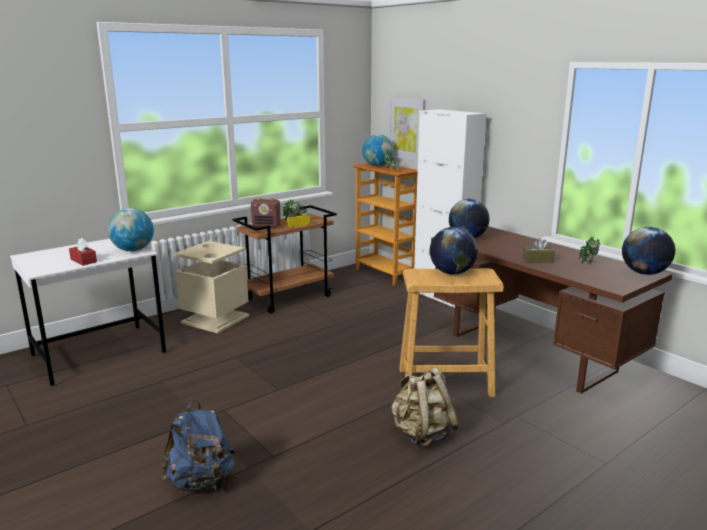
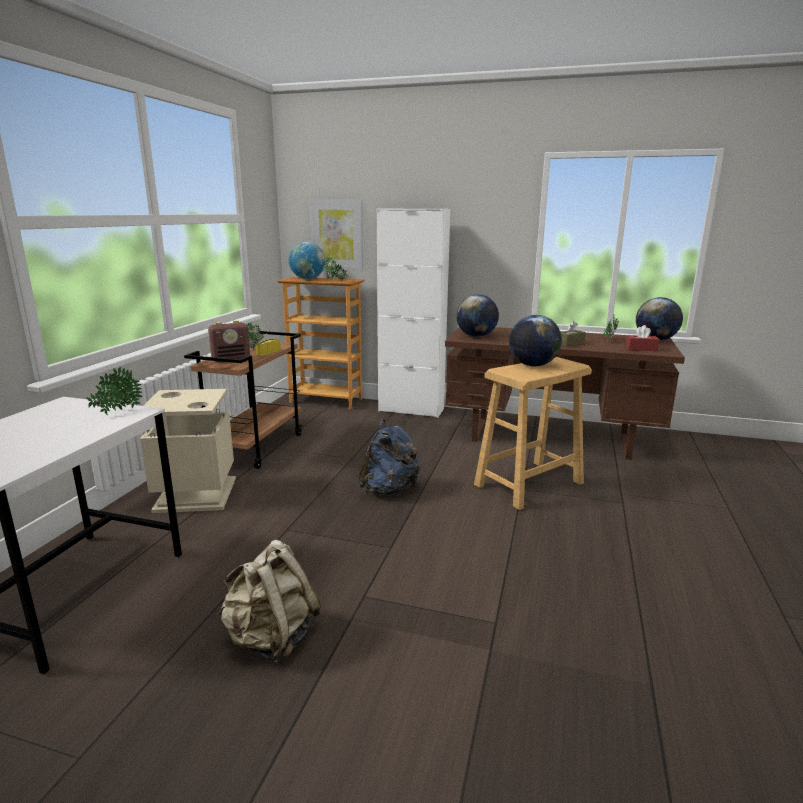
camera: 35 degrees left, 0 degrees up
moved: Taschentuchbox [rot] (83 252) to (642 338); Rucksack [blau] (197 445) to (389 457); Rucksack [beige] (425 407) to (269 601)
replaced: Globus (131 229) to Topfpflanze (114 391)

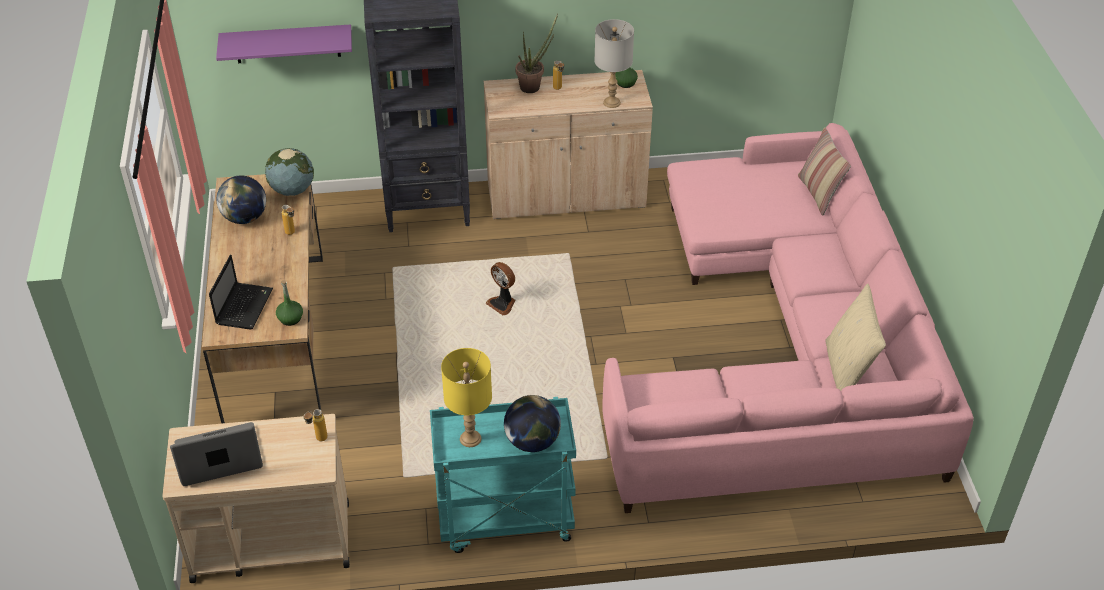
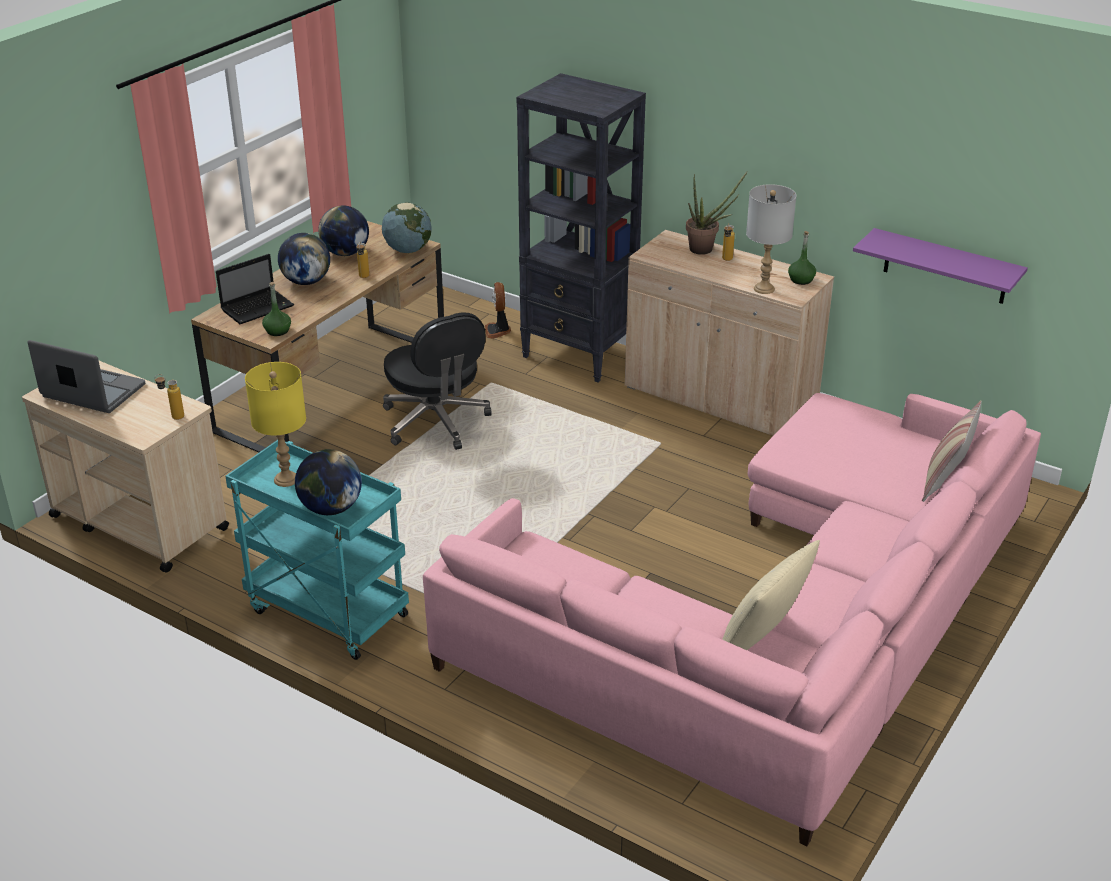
camera: 40 degrees right, 10 degrees down
added: Globus (304 259); Bürostuhl [schwarz] (437 381)
moved: Wandregal [lila] (284 43) to (940 266); Ventilator (500 288) to (498 310)

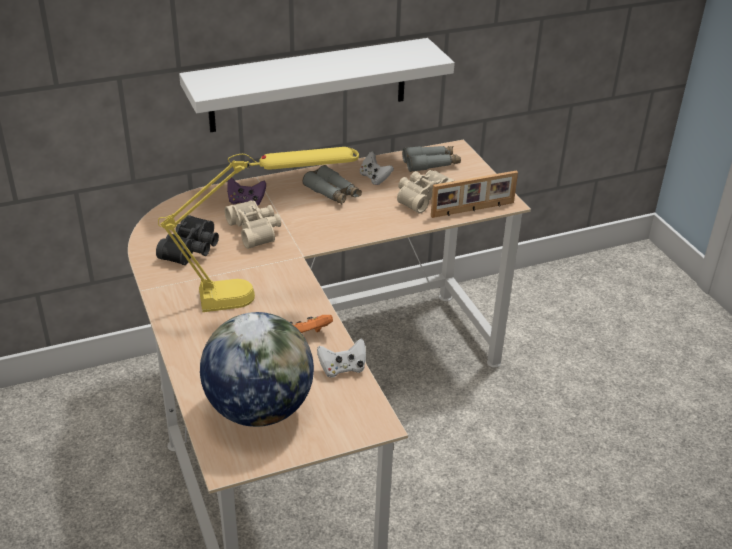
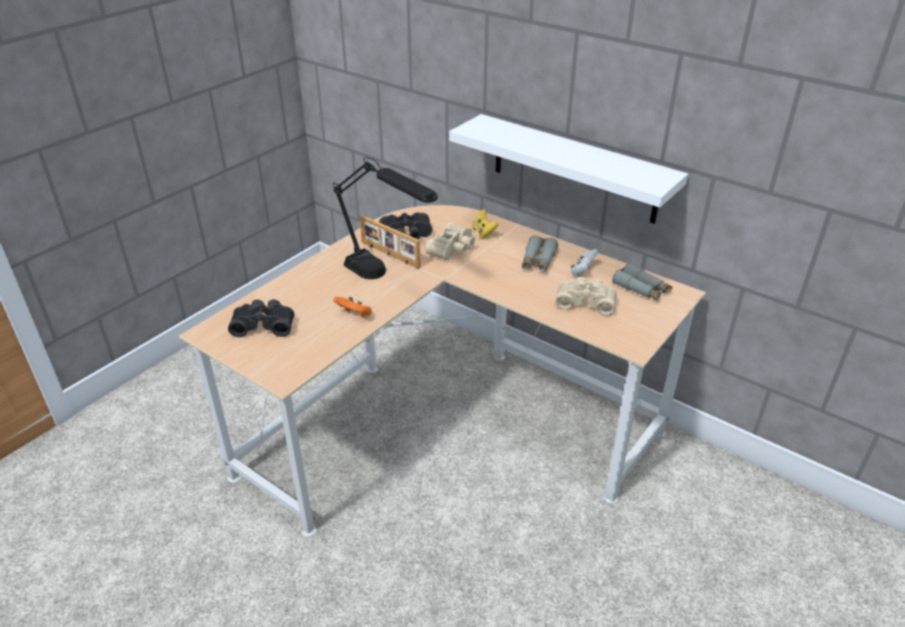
camera: 60 degrees right, 0 degrees up
removed: Gamepad [weiß] (341 358)
moved: Bilderrahmen (474 194) to (390 242)
replaced: Globus (257 369) to Fernglas [schwarz] (261 318)
recoloured: Tischlampe [gelb] (258 229) to Tischlampe [schwarz] (385 218); Gamepad [lila] (246 192) to Gamepad [gelb] (484 223)

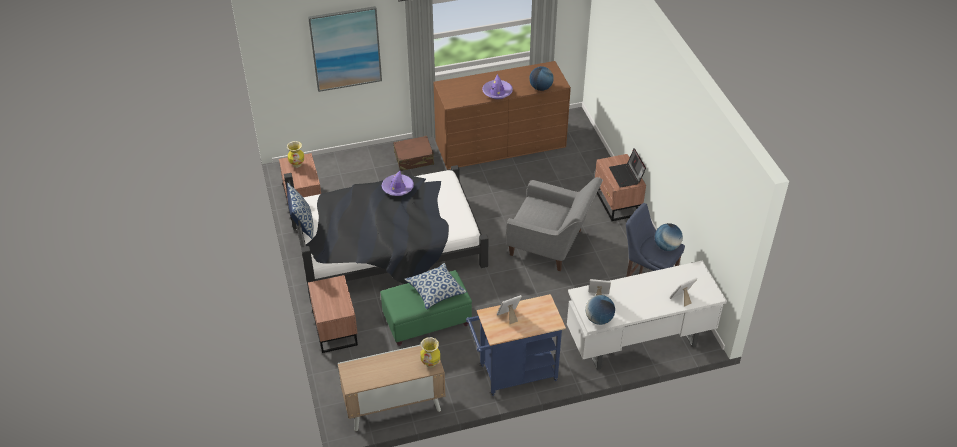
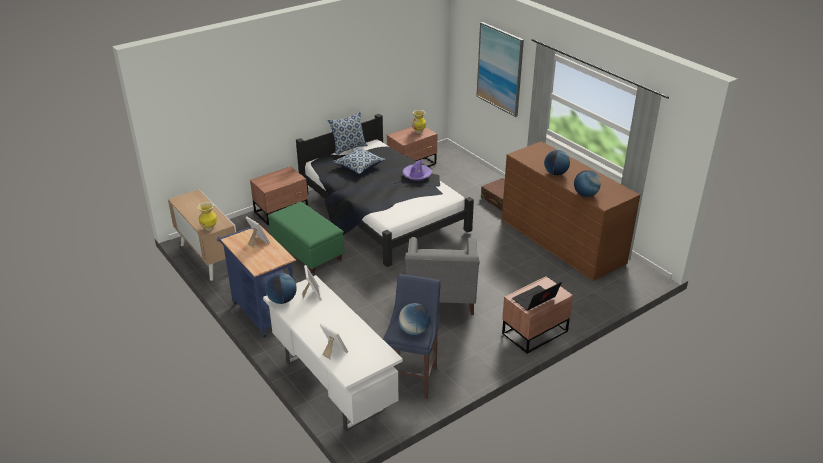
camera: 70 degrees right, 10 degrees down
moved: Kissen (435 286) to (359 161)
replaced: Hut [lila] (497 86) to Globus (557 162)

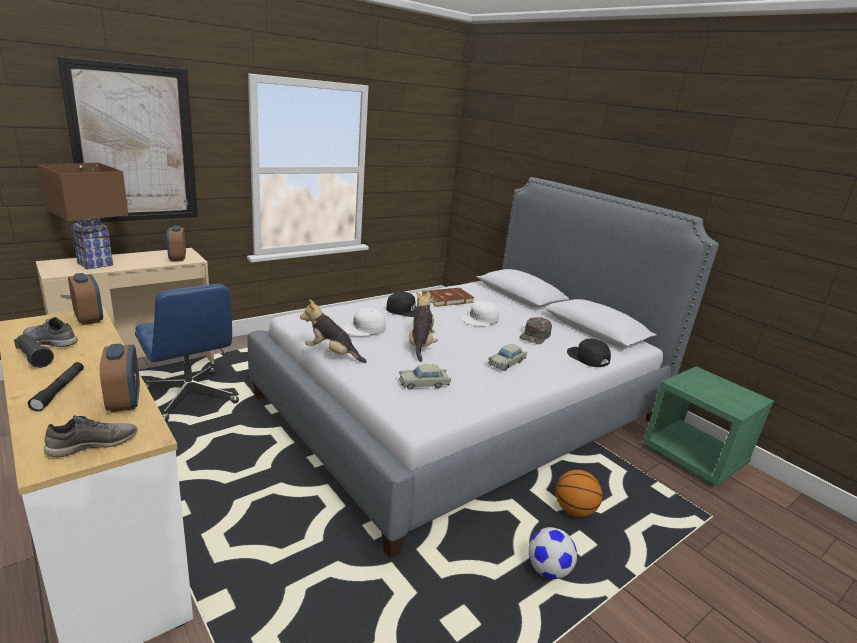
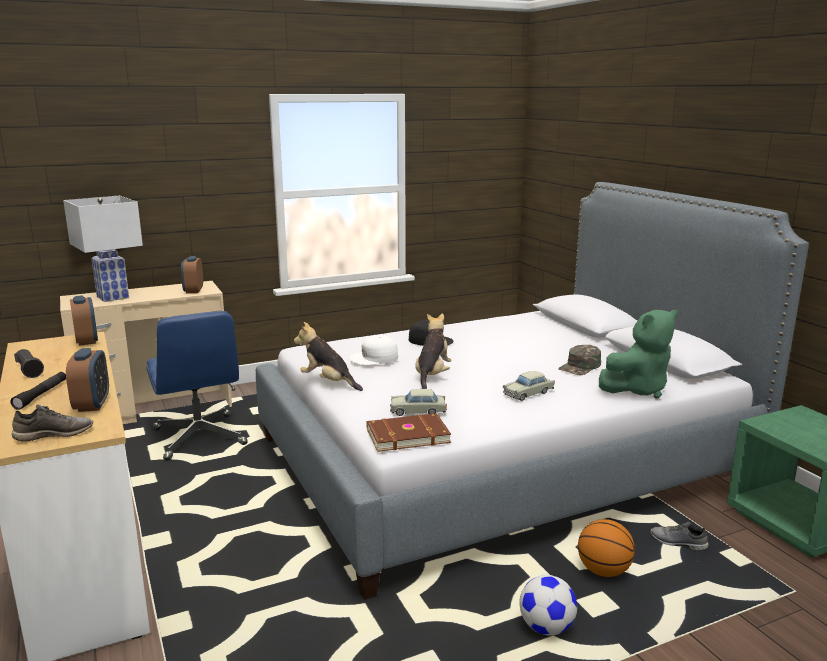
camera: 15 degrees right, 5 degrees down
removed: Bild (127 139); Kappe [weiß] (480 313)
moved: Schuh [grau] (50 332) to (679 536); Buch [braun] (448 297) to (408 432)
replaced: Kappe [schwarz] (589 353) to Plüschtier [grün] (638 354)
recoloured: Tischlampe [braun] (83 216) to Tischlampe [weiß] (103 249)

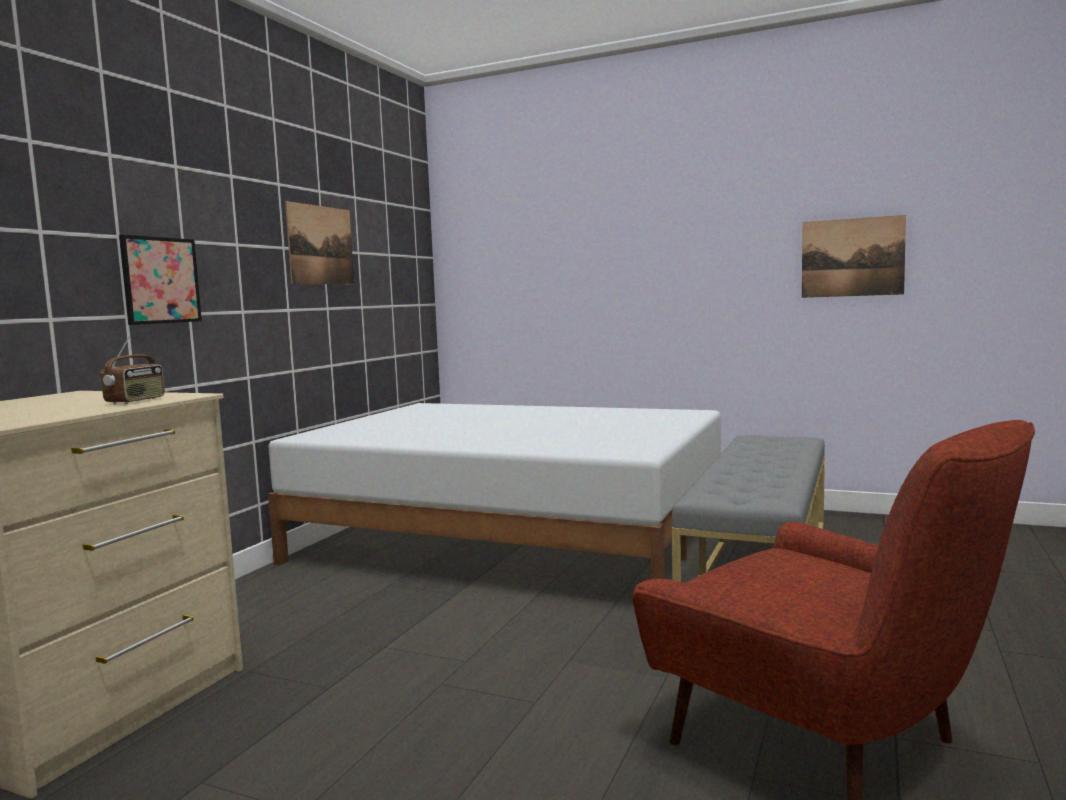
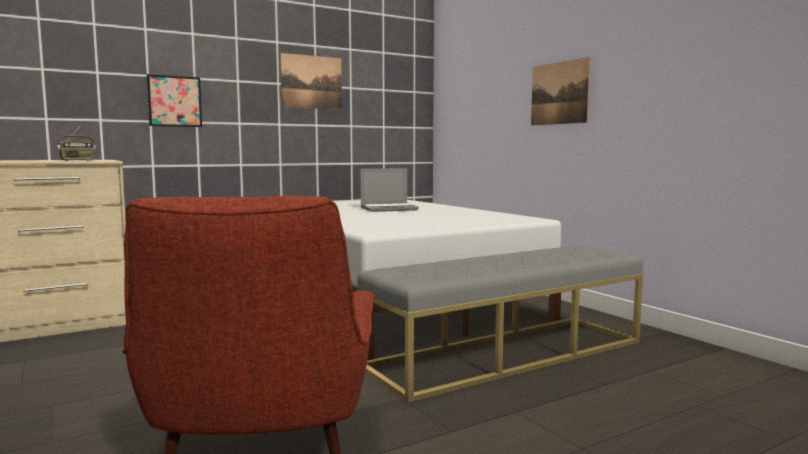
camera: 35 degrees right, 0 degrees up
added: Laptop (389 190)
moved: Bild (854 256) to (560 91)

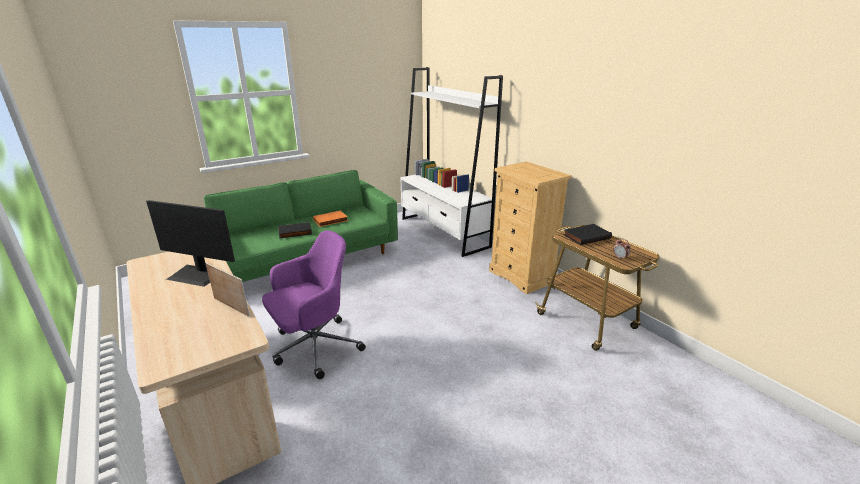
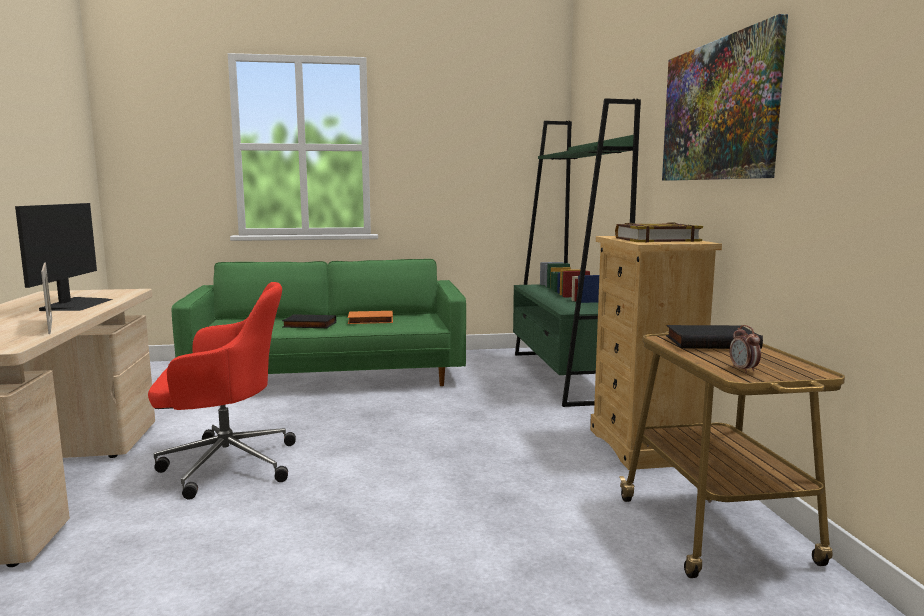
camera: 25 degrees right, 15 degrees down
added: Buch (659 232); Bild (725 97)
recoloured: Bürostuhl [lila] (314 304) to Bürostuhl [rot] (222 391); Bücherregal [weiß] (451 162) to Bücherregal [grün] (577 252)
turned: Monitor (190 243) = (64 257) 135 degrees counterclockwise

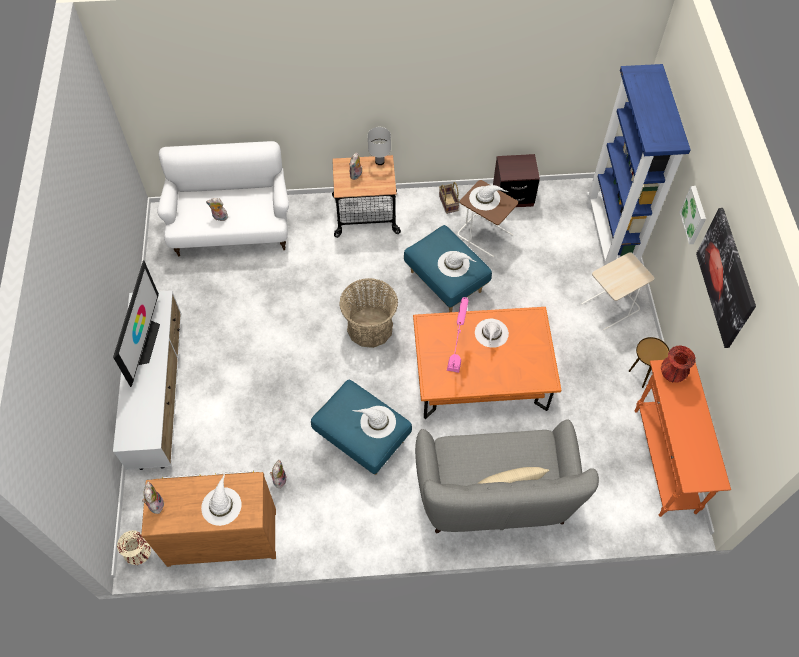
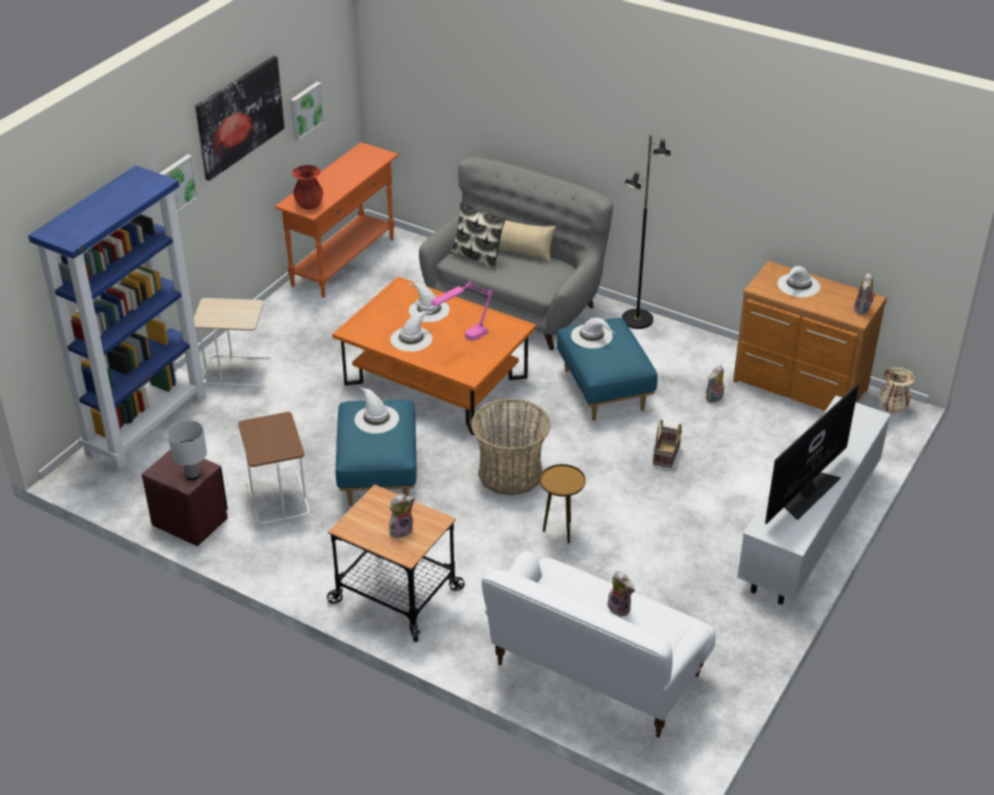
camera: 145 degrees left, 20 degrees down
added: Bild (307 111); Kissen (478 236); Stehlampe [schwarz] (646 232)
moved: Tischlampe [weiß] (379 146) to (187 450); Korb (449 198) to (667 443); Hut [weiß] (488 197) to (429 302); Beistelltisch [braun] (649 362) to (562 503)

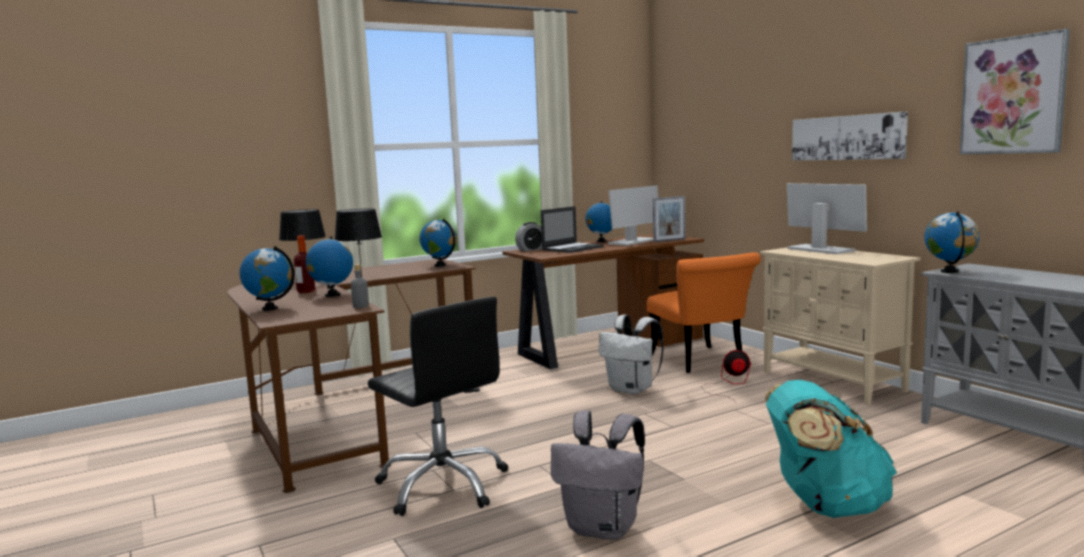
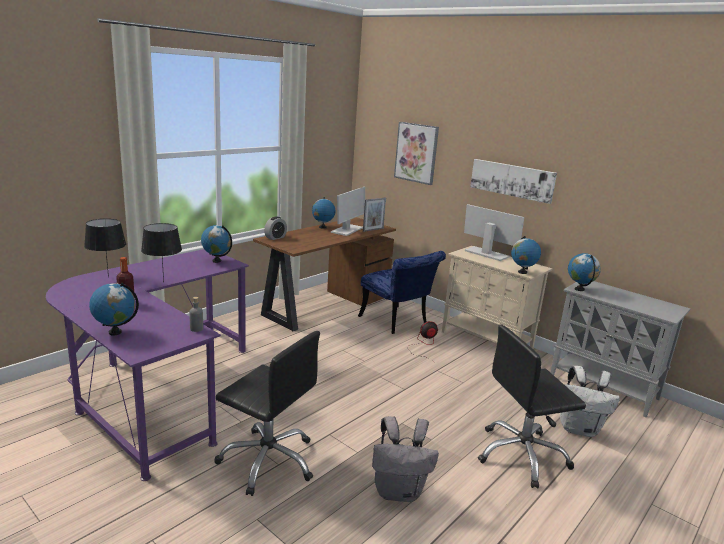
camera: 20 degrees left, 10 degrees up
removed: Laptop (572 229)
moved: Globus (329 266) to (526 255); Rucksack [weiß] (631 354) to (590 401); Bild (1015 92) to (416 153)
replaced: Rucksack [türkis] (831 449) to Bürostuhl [schwarz] (532 406)
recoloured: Schreibtisch [braun] (351 376) to Schreibtisch [lila] (147 365); Stuhl [orange] (704 312) to Stuhl [blau] (402 292)

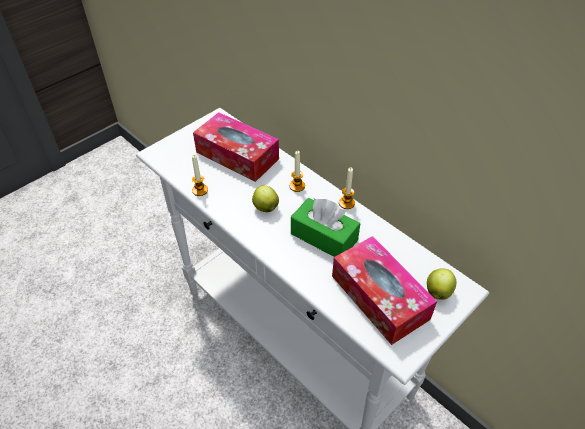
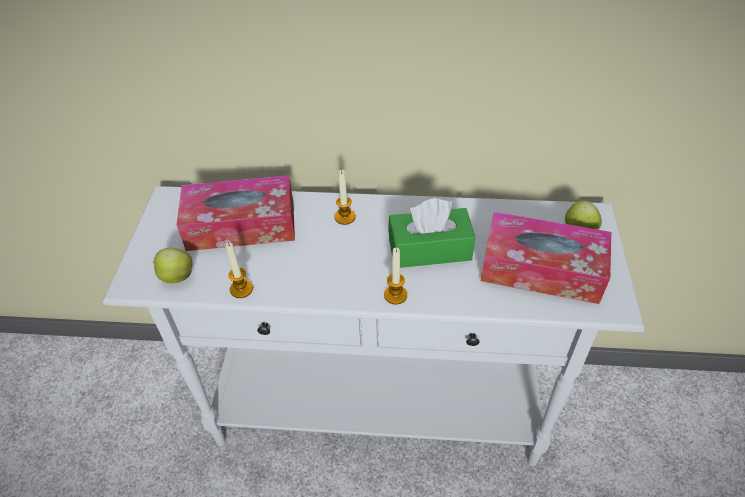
camera: 40 degrees left, 0 degrees up
moved: Apfel (265 198) to (173 265); Kerze (347 188) to (395 276)

